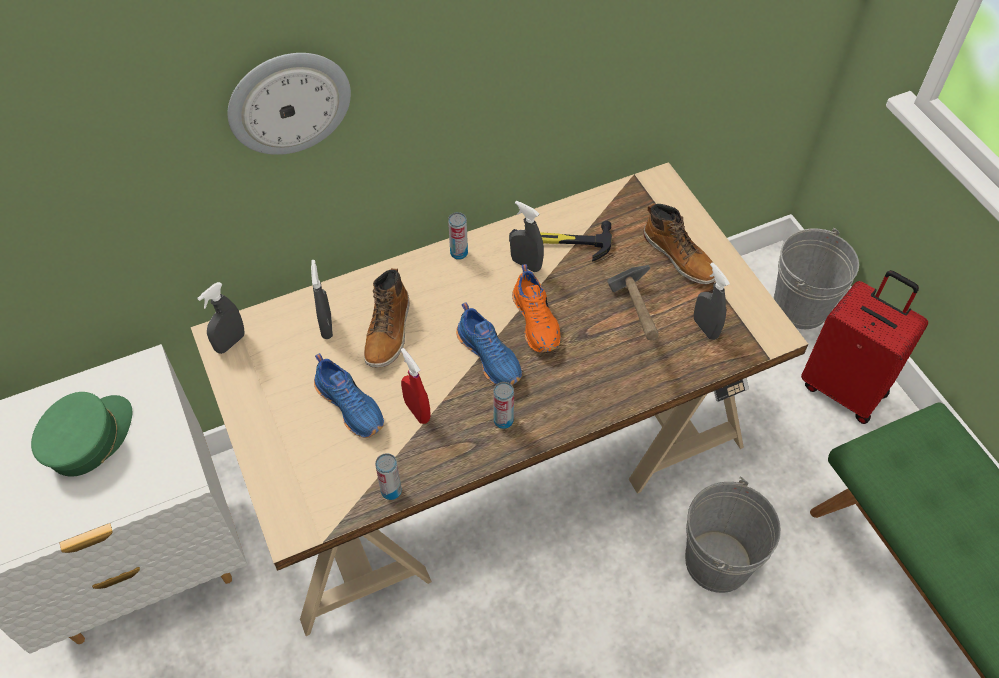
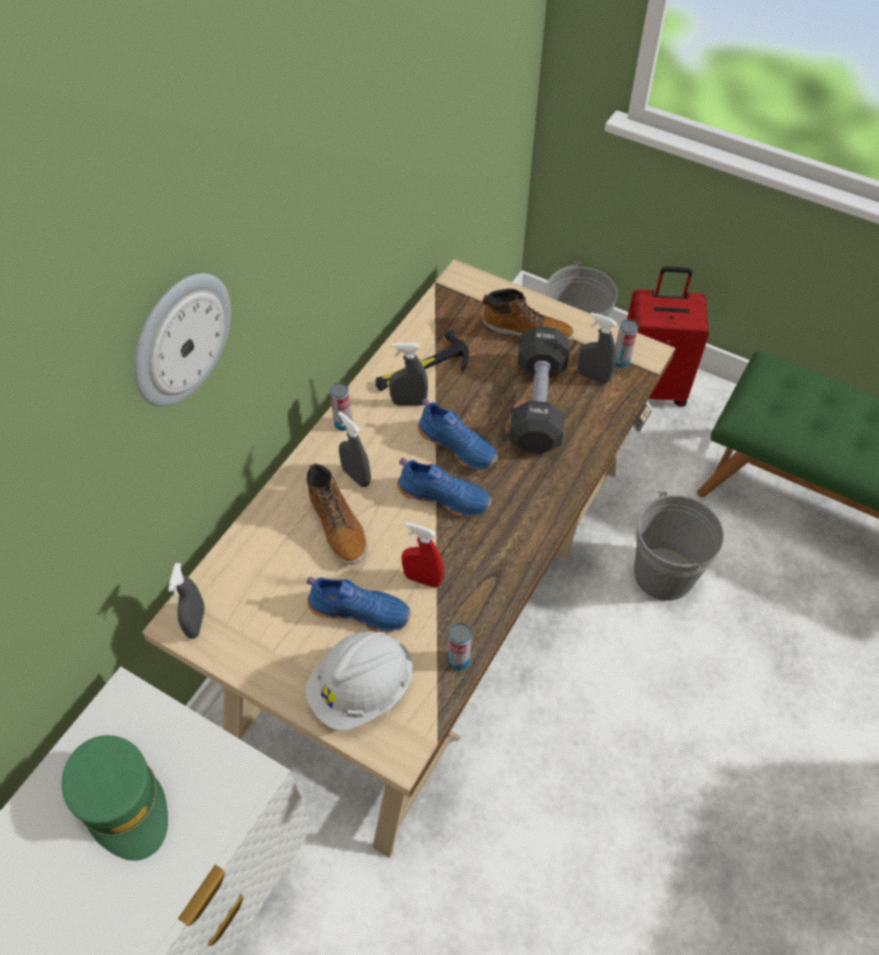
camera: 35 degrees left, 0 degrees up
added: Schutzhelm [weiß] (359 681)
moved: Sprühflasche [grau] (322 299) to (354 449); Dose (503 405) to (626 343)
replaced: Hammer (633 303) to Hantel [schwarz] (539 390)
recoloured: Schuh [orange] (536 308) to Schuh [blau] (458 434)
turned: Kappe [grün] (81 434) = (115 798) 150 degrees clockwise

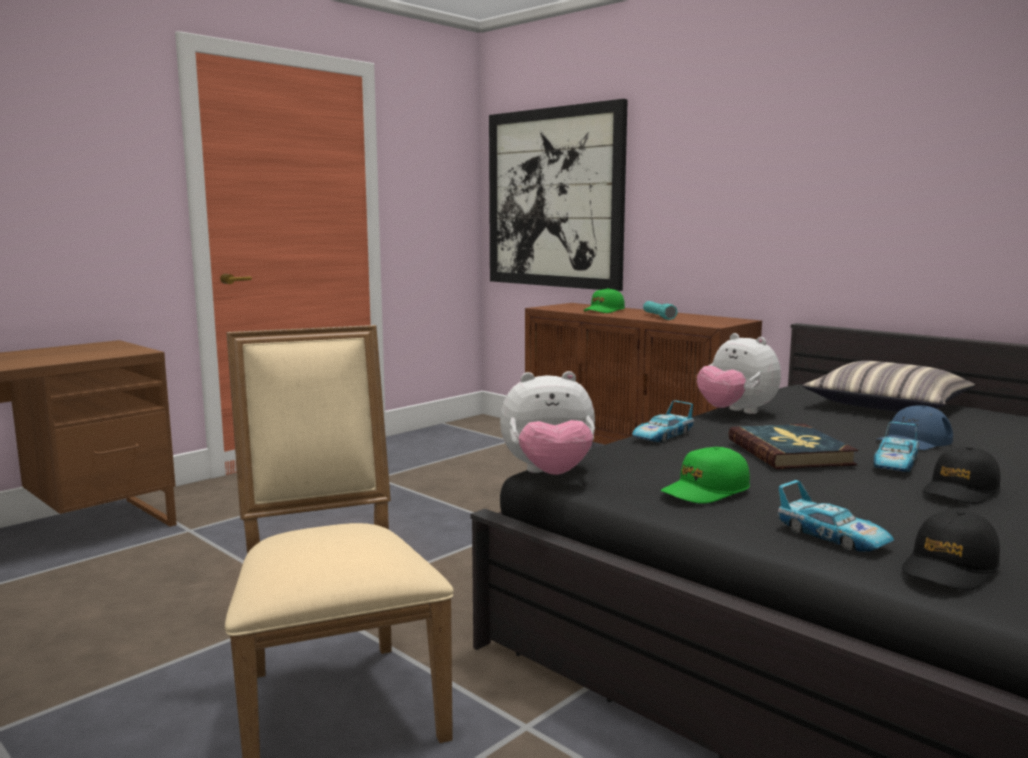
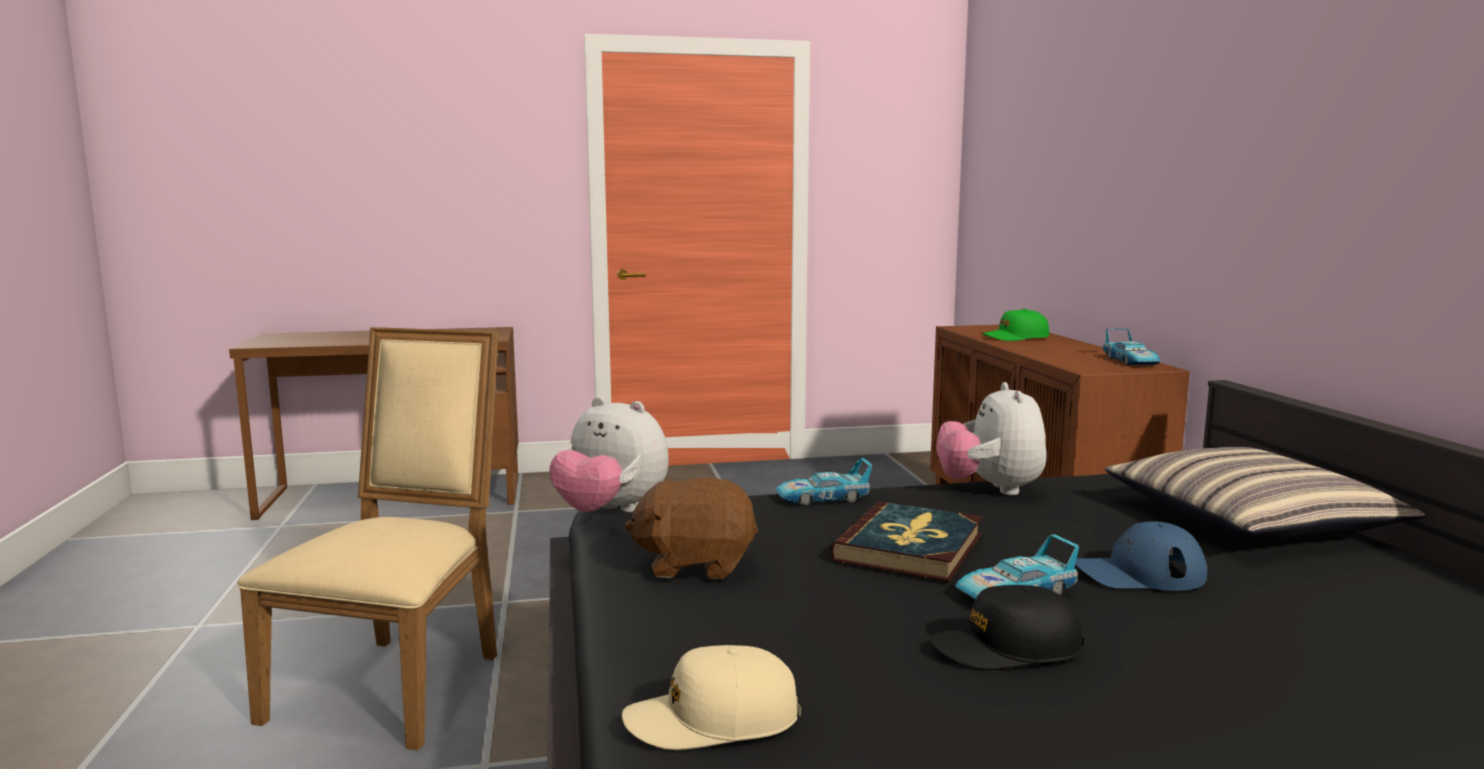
camera: 35 degrees right, 0 degrees up
removed: Bild (558 195); Taschenlampe [türkis] (660 310)
moved: Spielzeugauto (836 516) to (1131 346)
replaced: Kappe [grün] (705 475) to Plüschtier [braun] (691 528)
recoloured: Kappe [schwarz] (951 550) to Kappe [beige] (711 697)

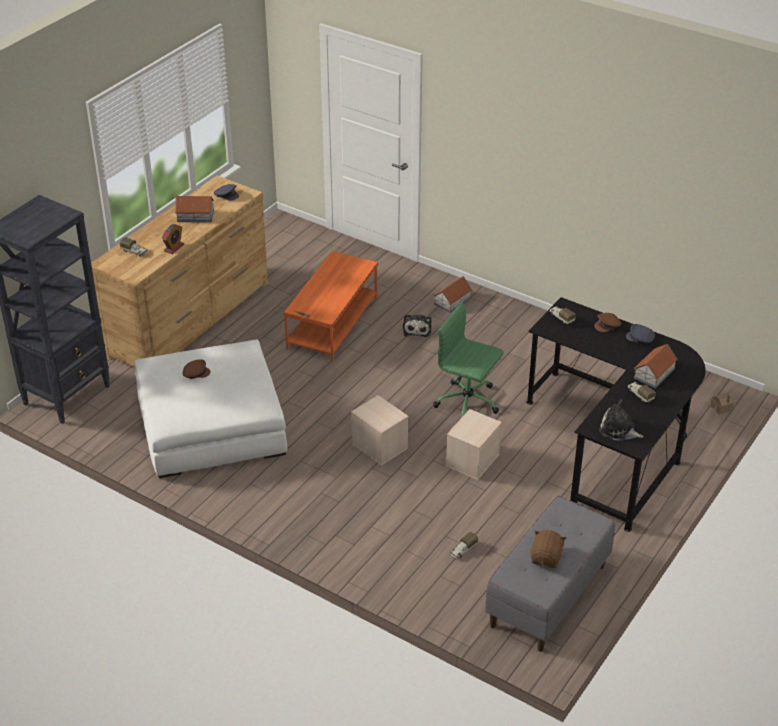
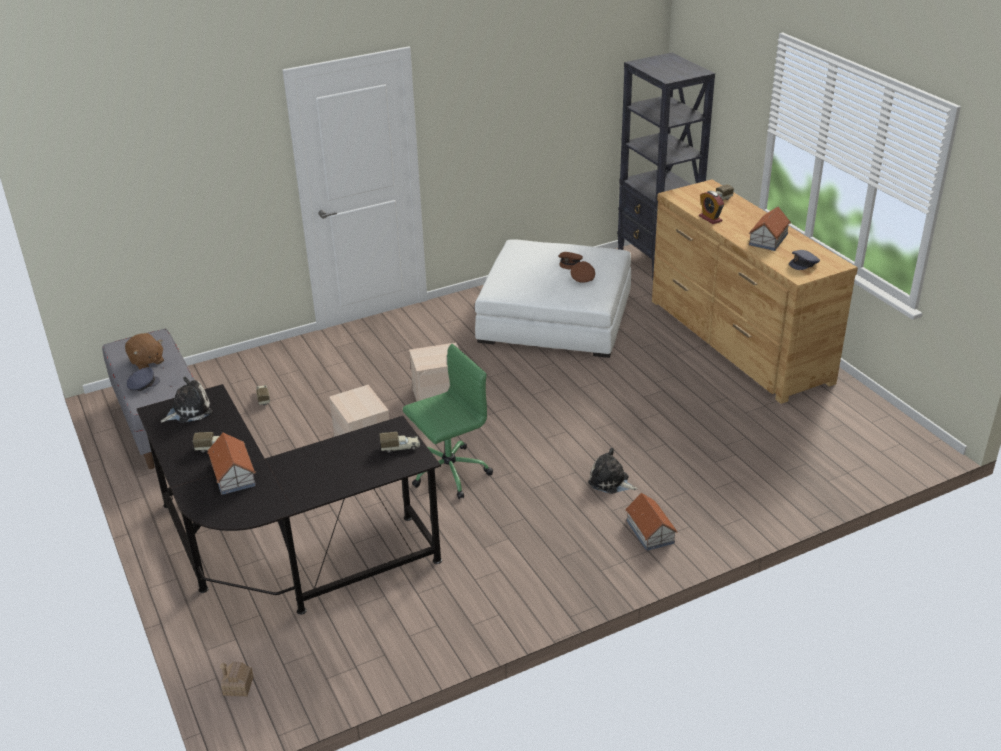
camera: 120 degrees right, 5 degrees down
removed: Couchtisch [orange] (331 306)
moved: Kappe [braun] (607 322) to (583 272); Kappe [grau] (640 333) to (143 379)

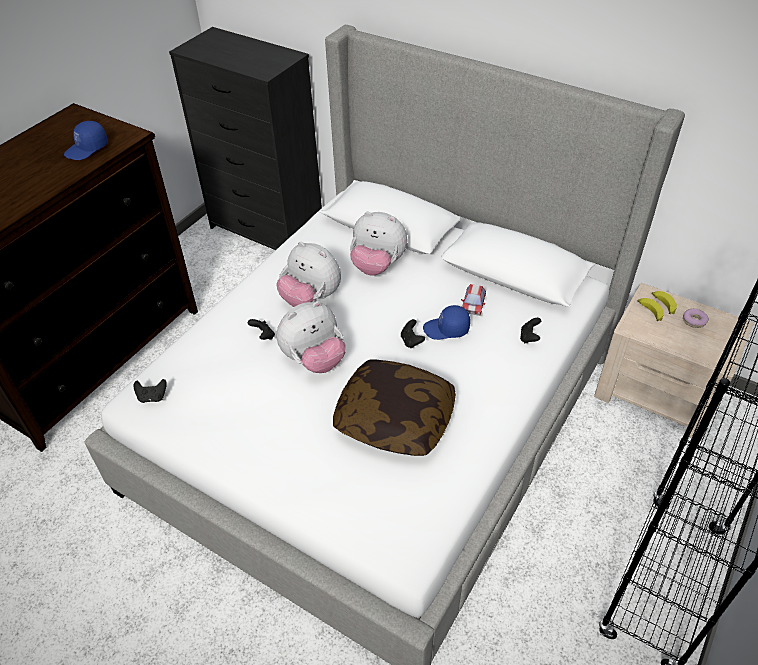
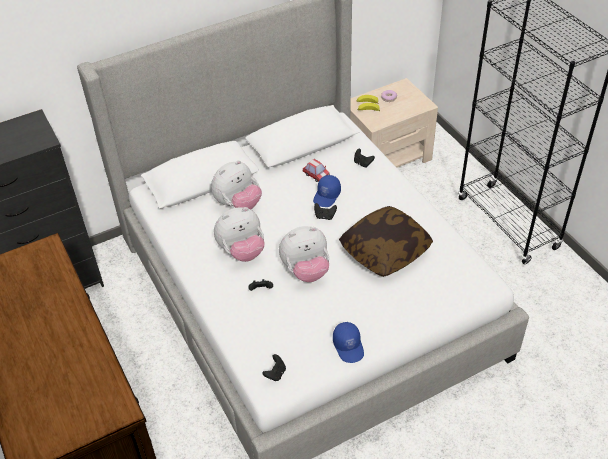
camera: 60 degrees left, 0 degrees up
moved: Kappe [blau] (86 140) to (348 342)
turned: Plüschtier (311 337) = (304 254) 75 degrees clockwise

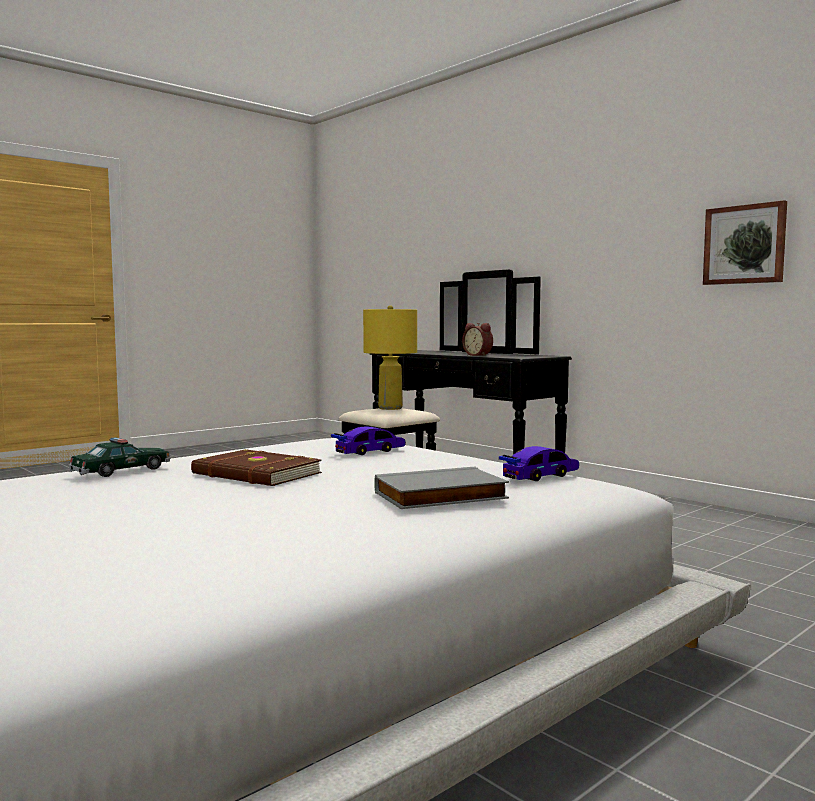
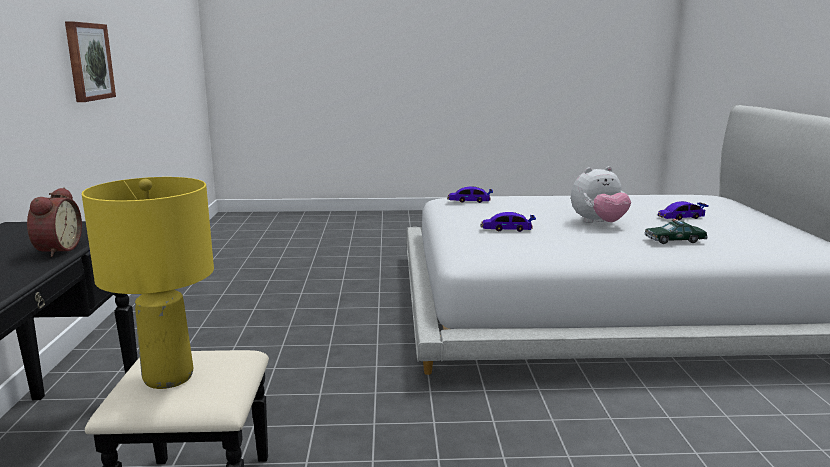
camera: 140 degrees left, 10 degrees up
removed: Buch [grau] (441 488)
added: Spielzeugauto (683 210)
replaced: Buch [braun] (256 467) to Plüschtier (601 194)

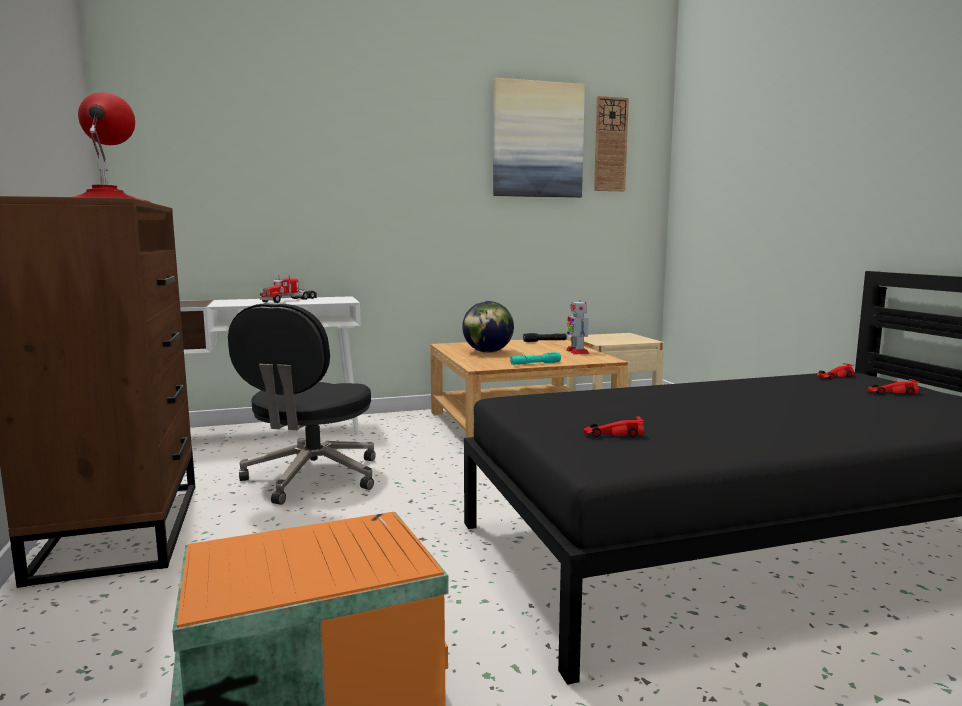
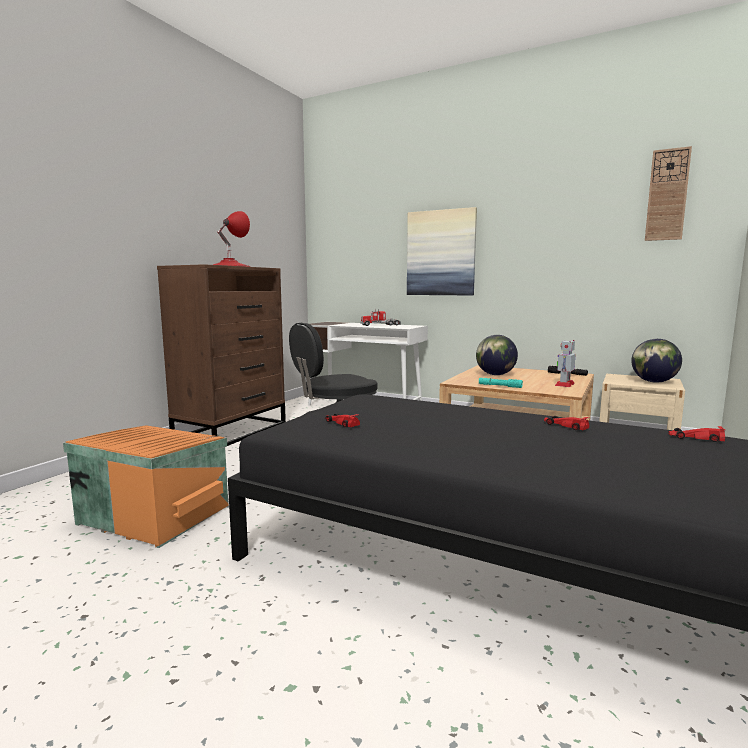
camera: 45 degrees right, 0 degrees up
added: Globus (656 361)
moved: Bild (539 138) to (442 251); Spielzeugauto [rot] (893 387) to (566 423)

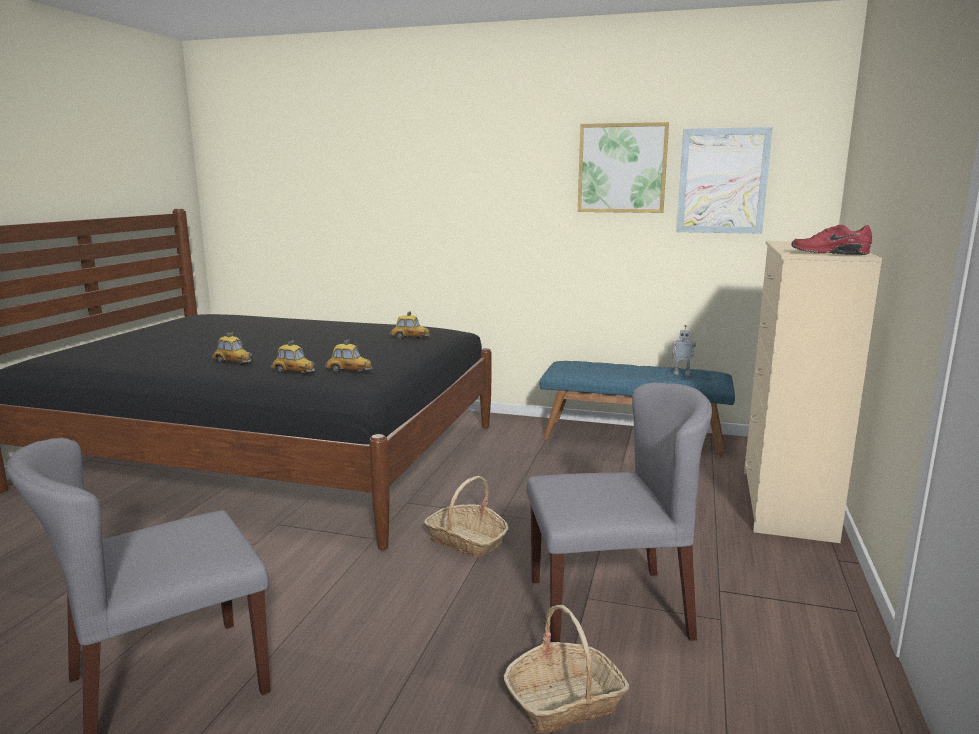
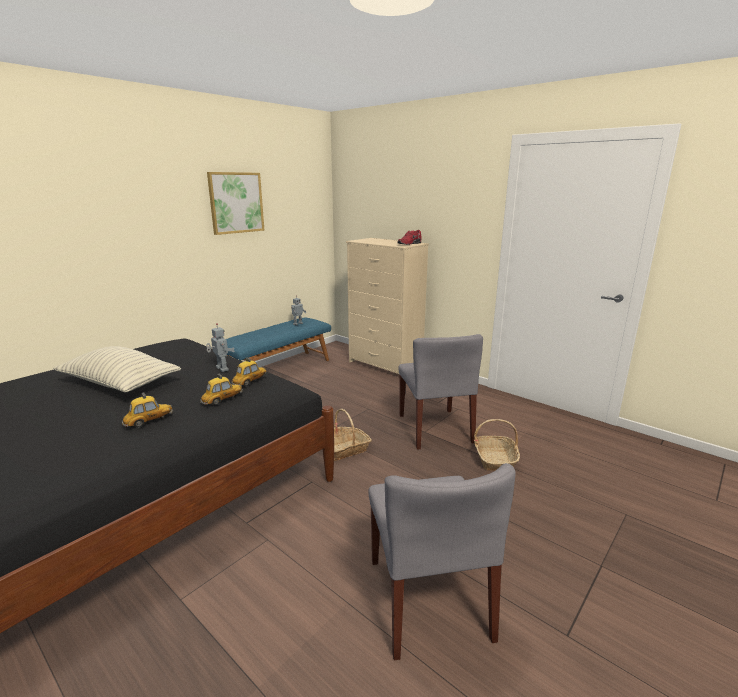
camera: 65 degrees left, 5 degrees up
removed: Spielzeugauto (410 325); Bild (724 180)
added: Kissen (117 369); Spielzeugroboter (220 347)
turned: Stuhl [grau] (619 512) = (440 392) 150 degrees clockwise

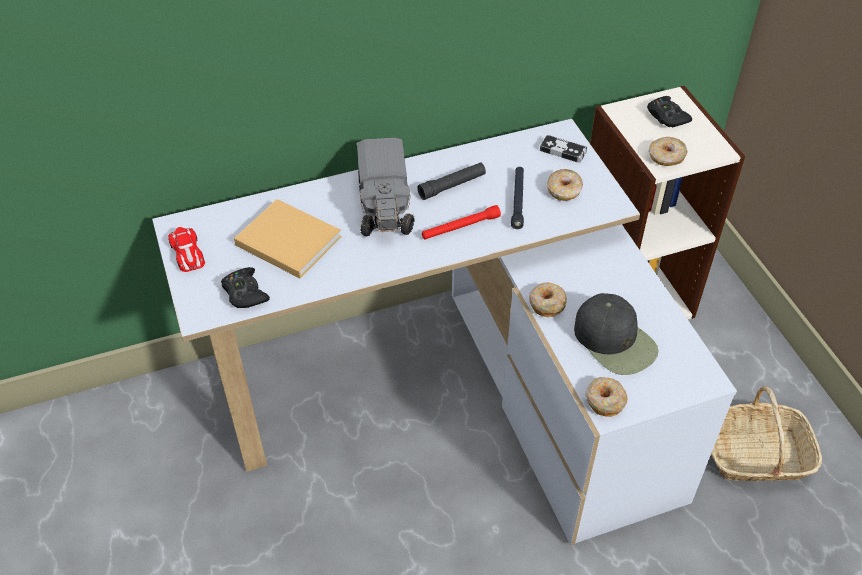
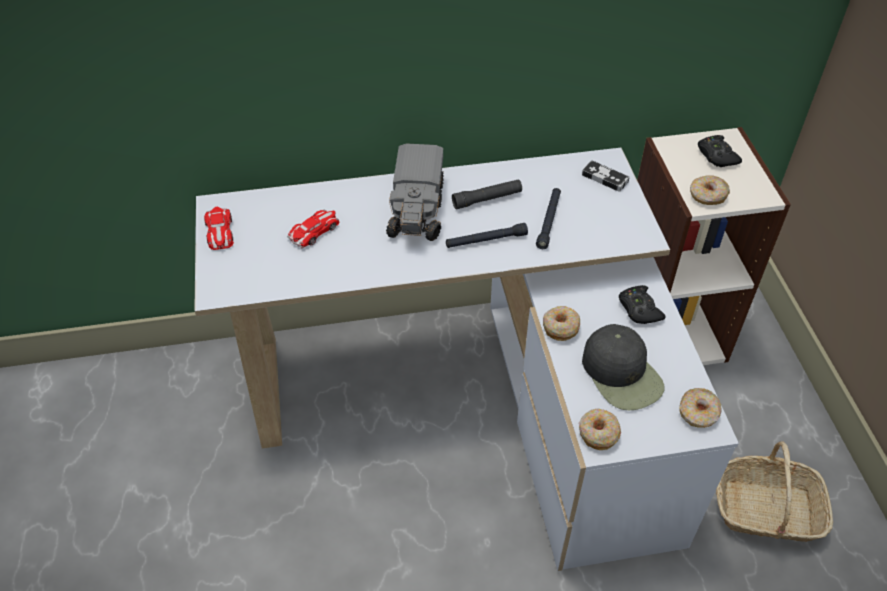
camera: 10 degrees right, 0 degrees up
moved: Gamepad [schwarz] (245 287) to (642 304); Donut (565 185) to (700 408)
replaced: Buch [beige] (287 238) to Spielzeugauto (313 228)
recoloured: Taschenlampe [rot] (461 222) to Taschenlampe [schwarz] (487 235)

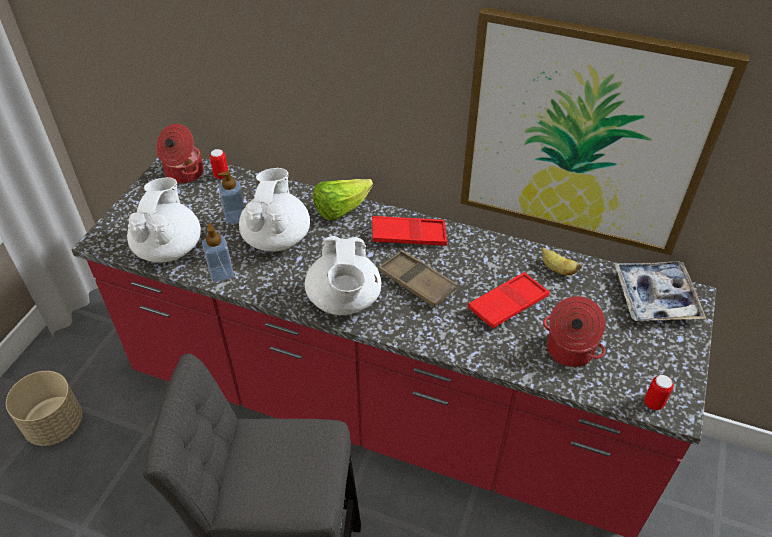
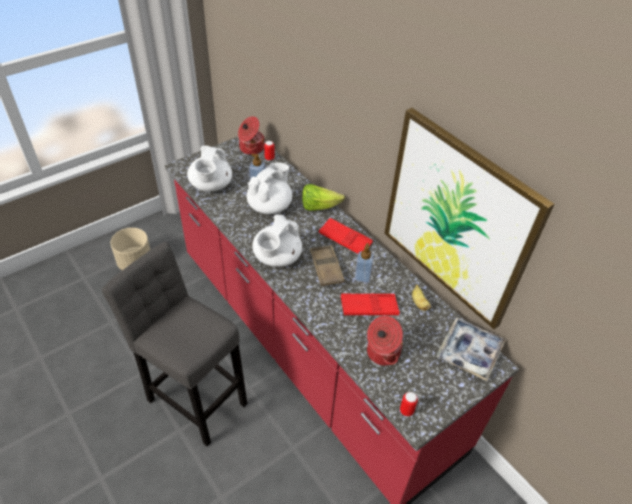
camera: 30 degrees right, 0 degrees up
moved: Seifenspender (218 252) to (364 263)
turned: Teekanne [weiß] (164 220) = (209 169) 150 degrees clockwise

